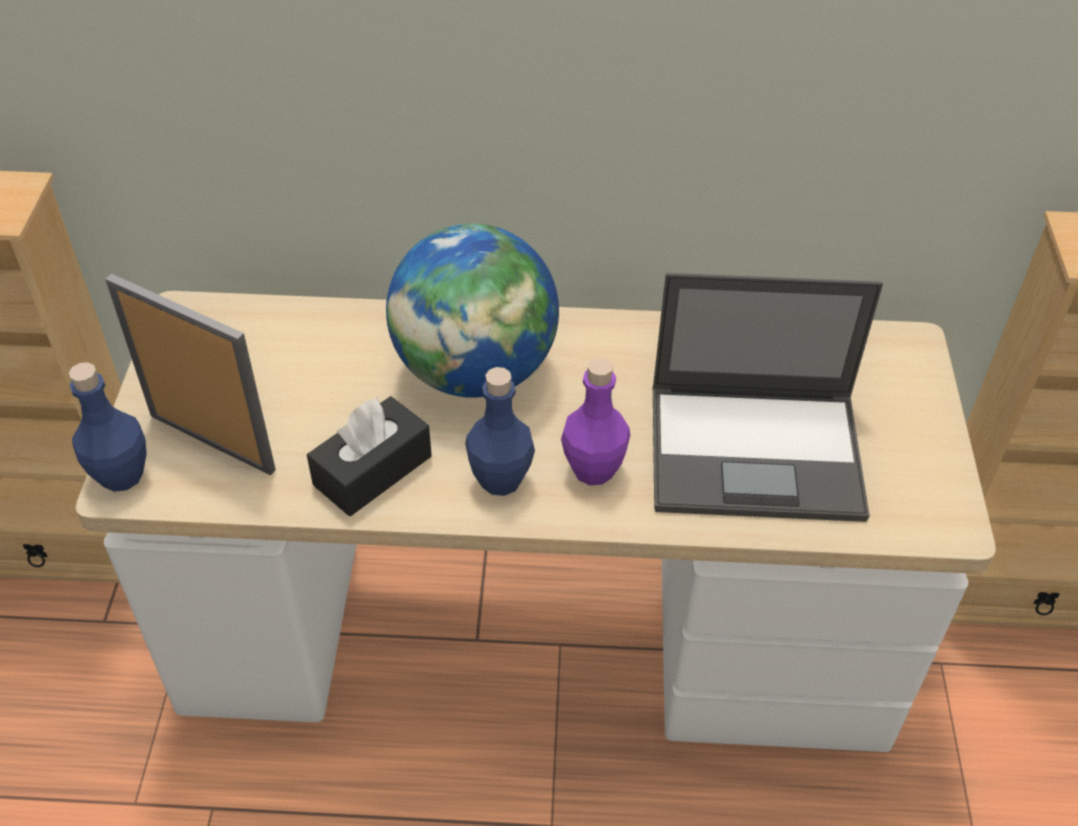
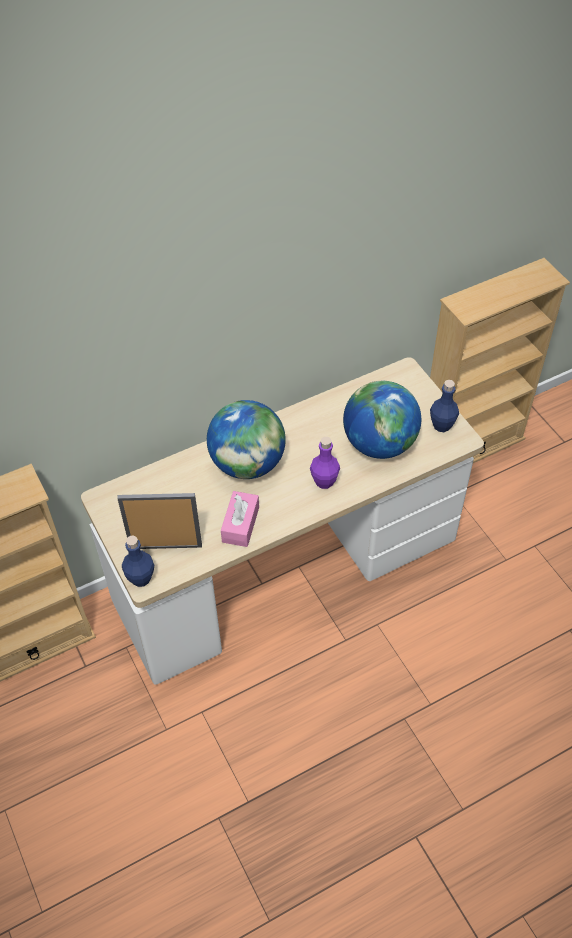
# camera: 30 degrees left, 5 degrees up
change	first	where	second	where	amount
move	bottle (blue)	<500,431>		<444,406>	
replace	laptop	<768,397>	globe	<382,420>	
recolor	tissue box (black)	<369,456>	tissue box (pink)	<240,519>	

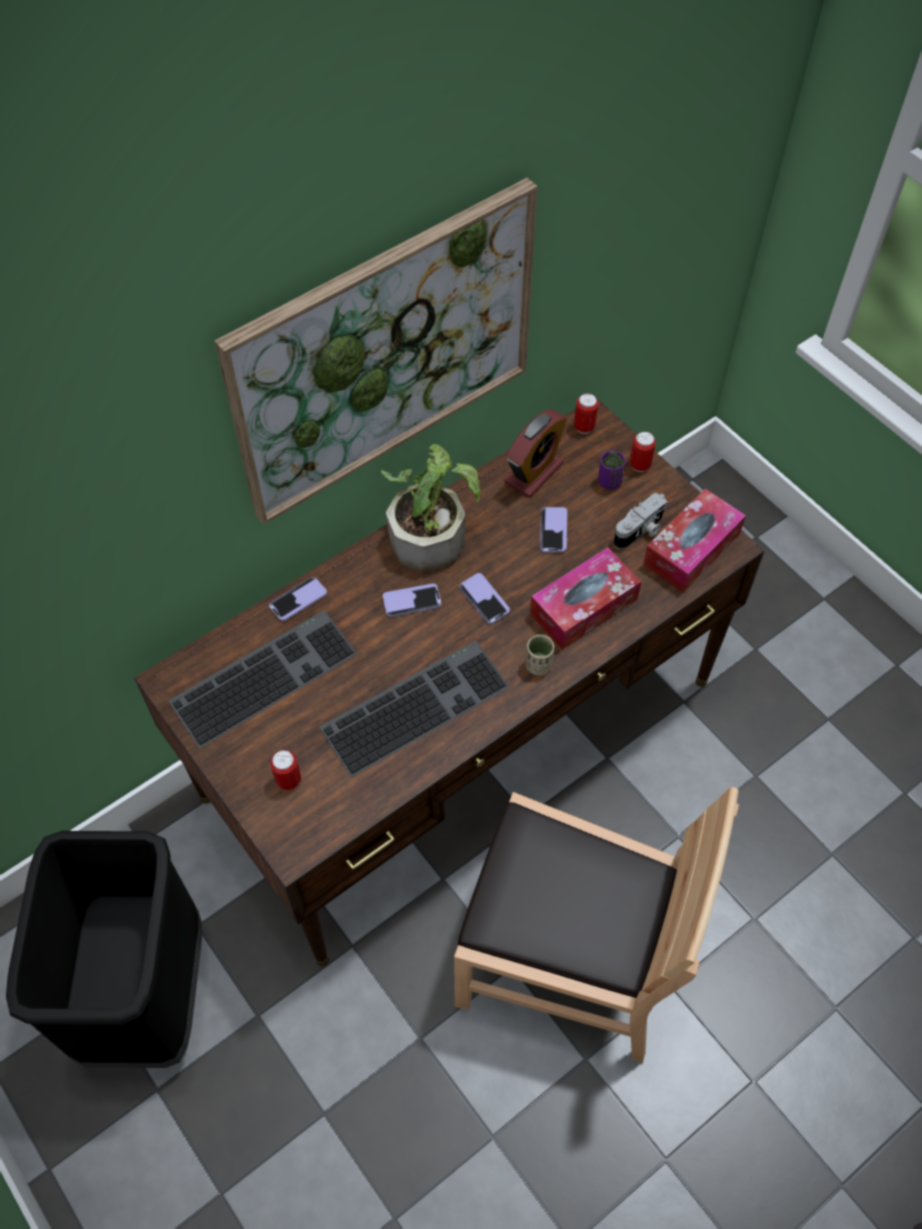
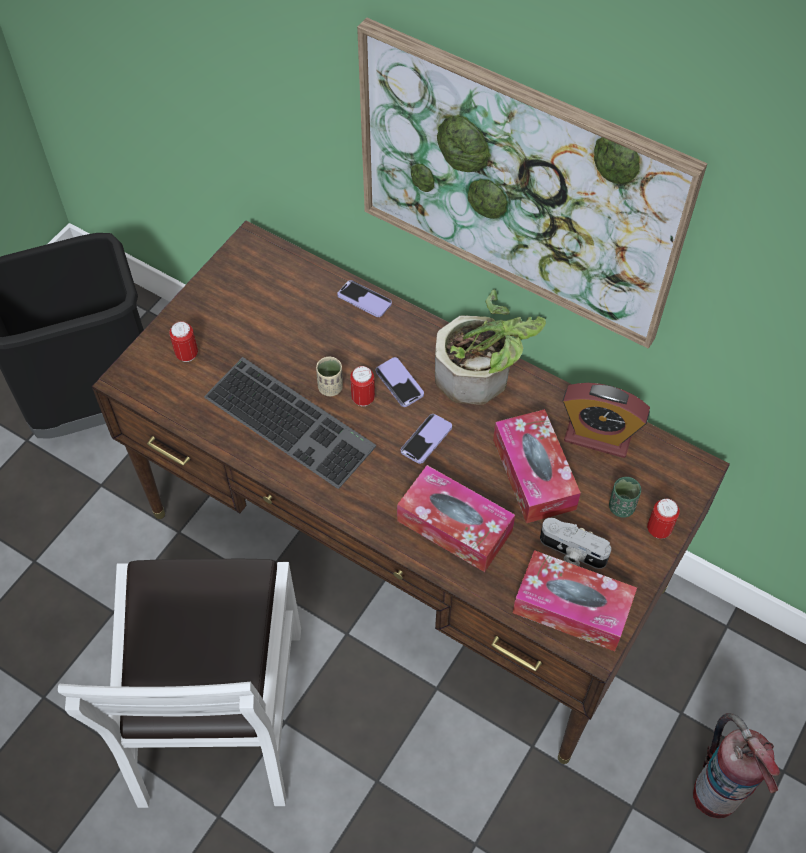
# camera: 70 degrees right, 0 degrees up
change	first	where	second	where	amount
delete	keyboard	<262,679>			
insert			fire extinguisher	<736,765>	
move	cup (beige)	<540,655>		<329,376>	
move	can	<586,413>		<362,386>	
replace	phone	<553,530>	tissue box	<537,466>	
recolor	chair (brown)	<596,925>	chair (white)	<179,683>	
recolor	cup (purple)	<611,470>	cup (green)	<625,497>	

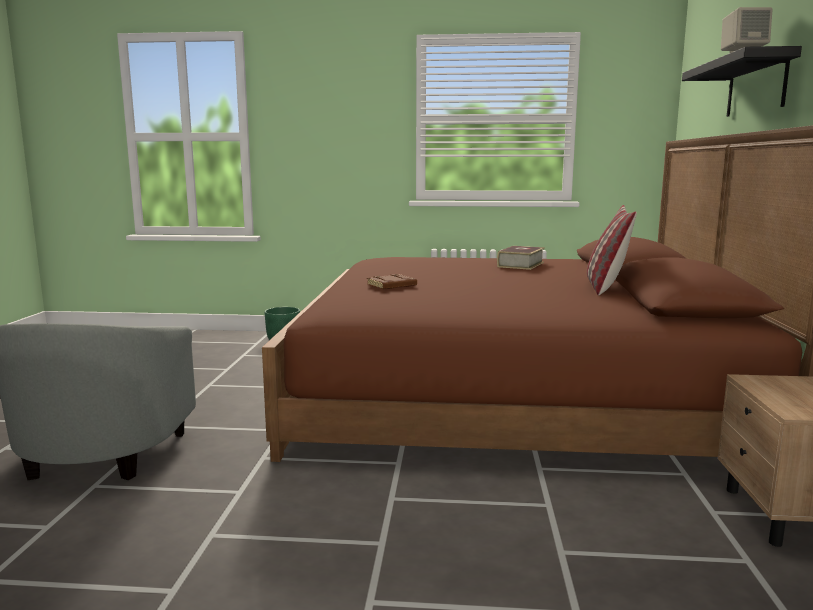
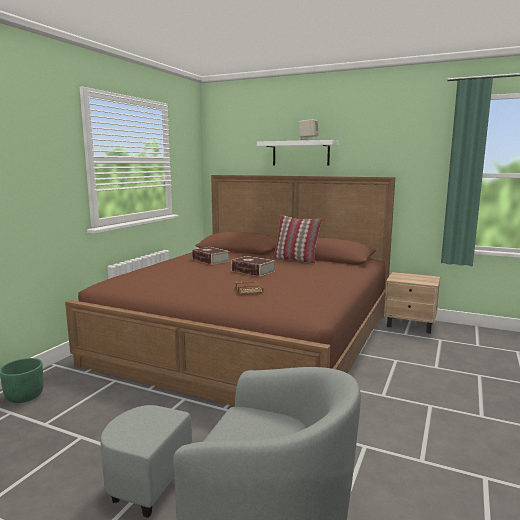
# camera: 70 degrees left, 0 degrees up
change	first	where	second	where	amount
insert			book	<253,266>	
recolor	shelf (black)	<742,81>	shelf (white)	<298,153>	

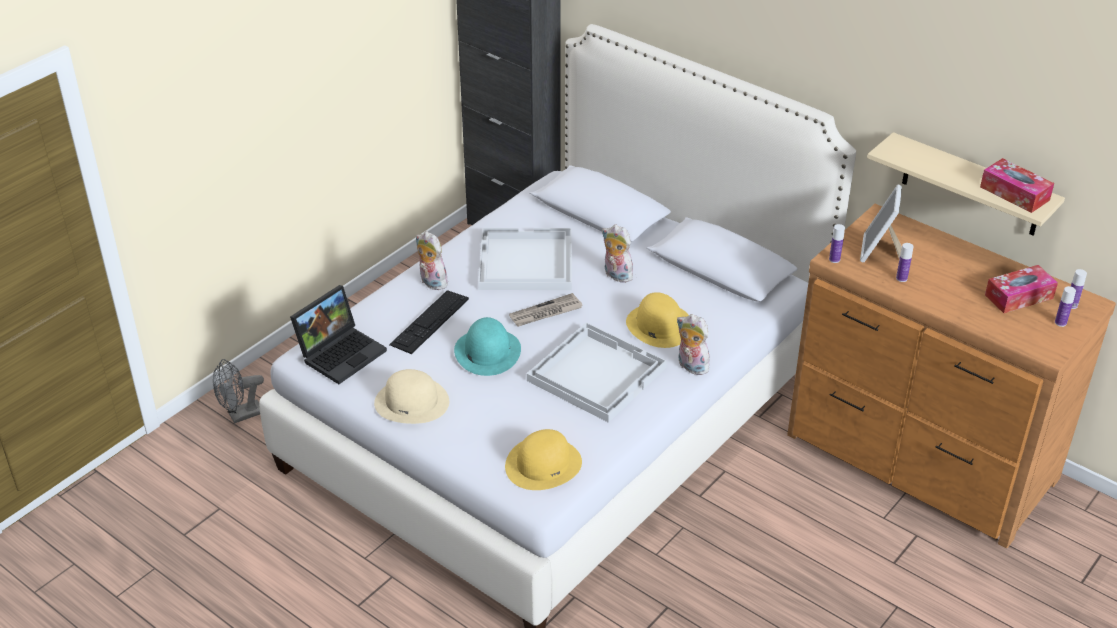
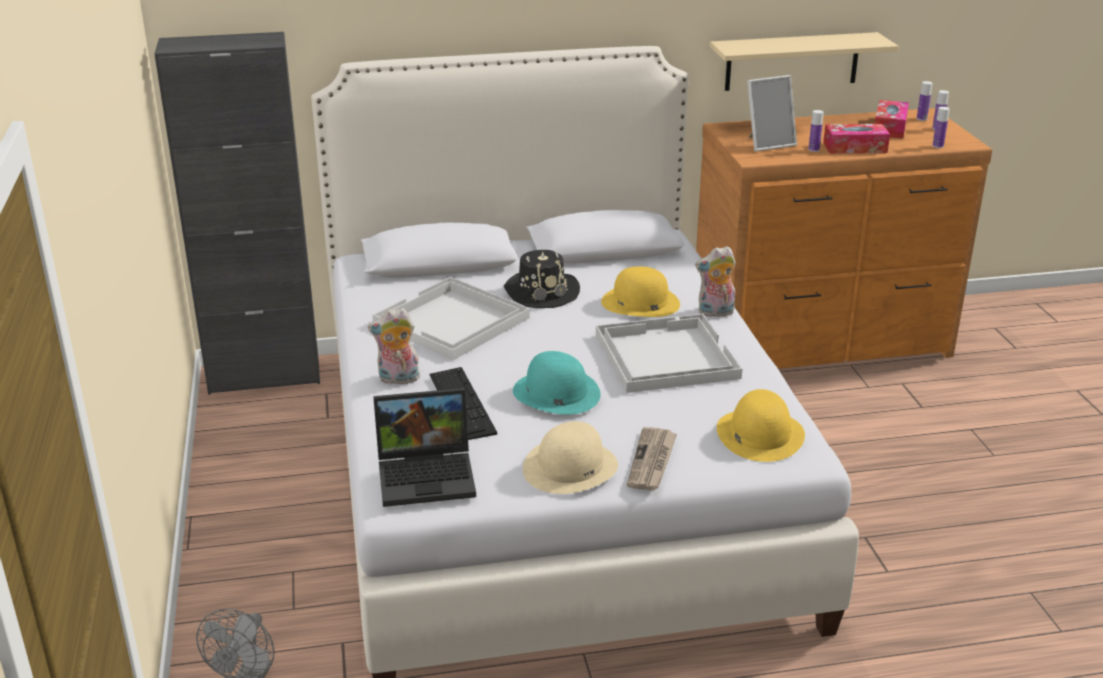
# camera: 50 degrees left, 10 degrees down
change	first	where	second	where	amount
move	newspaper	<546,309>		<652,458>	
move	bottle	<837,243>		<941,127>	
move	tissue box	<1017,185>		<856,139>	
replace	plush toy	<617,254>	hat (black)	<542,279>	
rotate	laptop	<338,334>		<424,447>	90 degrees clockwise
rotate	picture frame	<881,223>		<772,113>	75 degrees counterclockwise

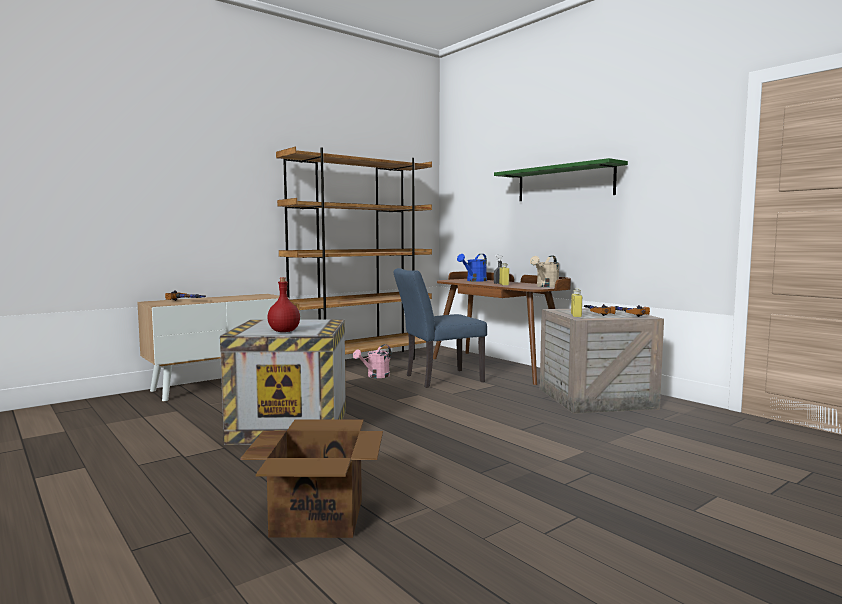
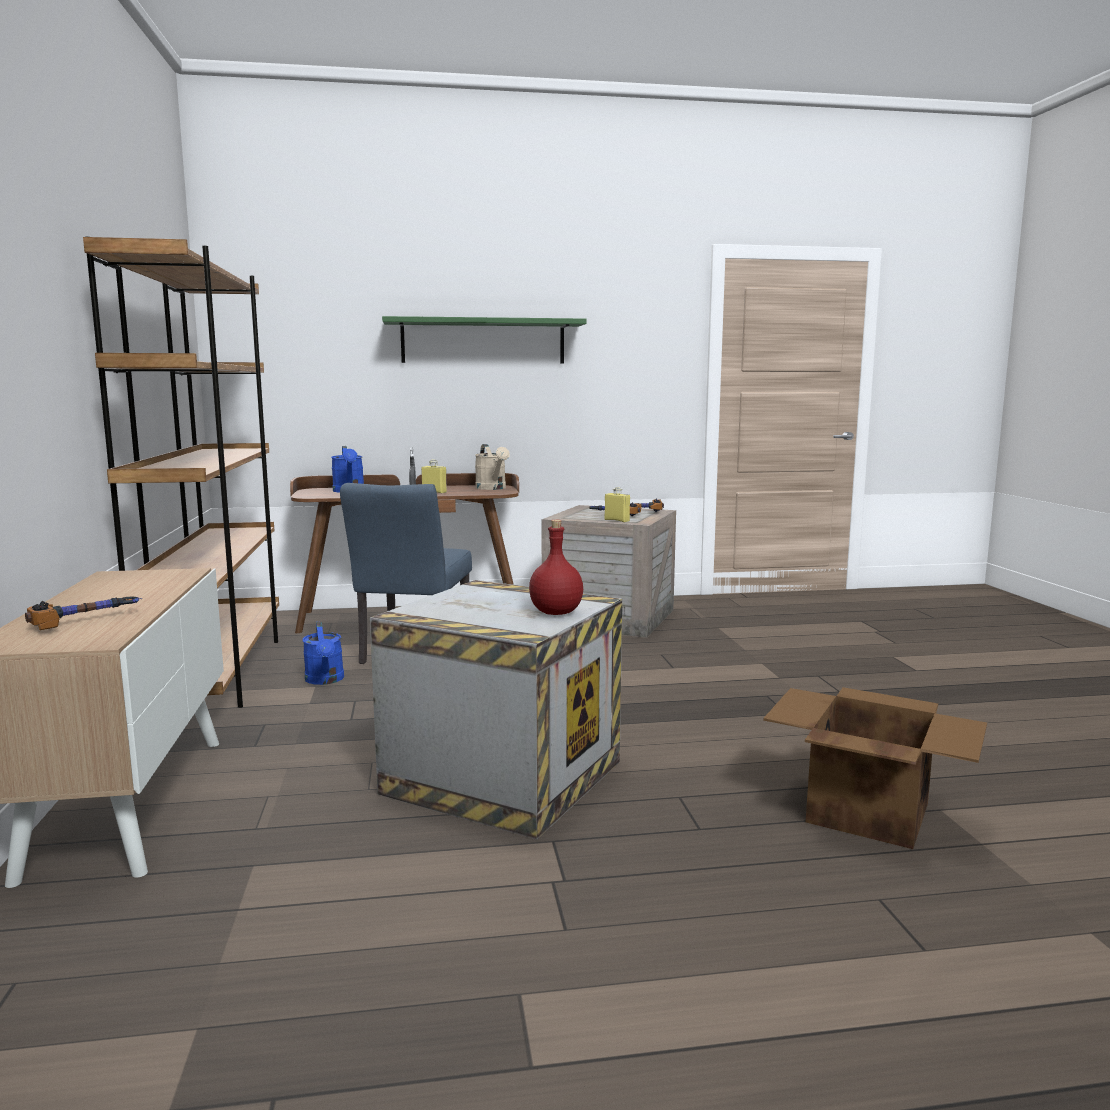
# camera: 60 degrees left, 5 degrees up
change	first	where	second	where	amount
recolor	watering can (pink)	<372,361>	watering can (blue)	<323,653>	

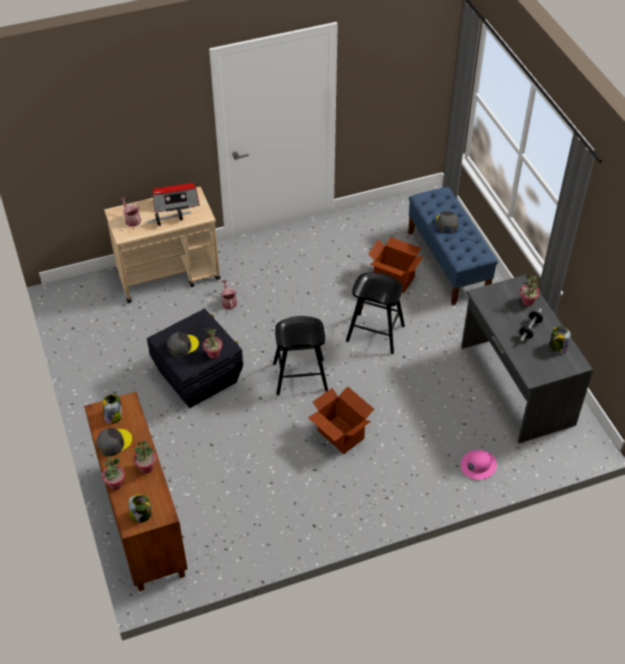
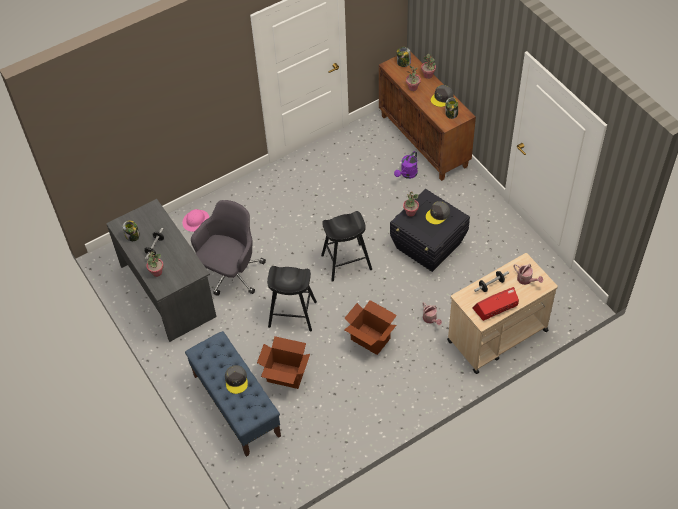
# camera: 170 degrees right, 5 degrees up
change	first	where	second	where	amount
insert			office chair (grey)	<228,248>	
insert			watering can (purple)	<406,165>	
move	cardboard box	<341,420>		<370,327>	

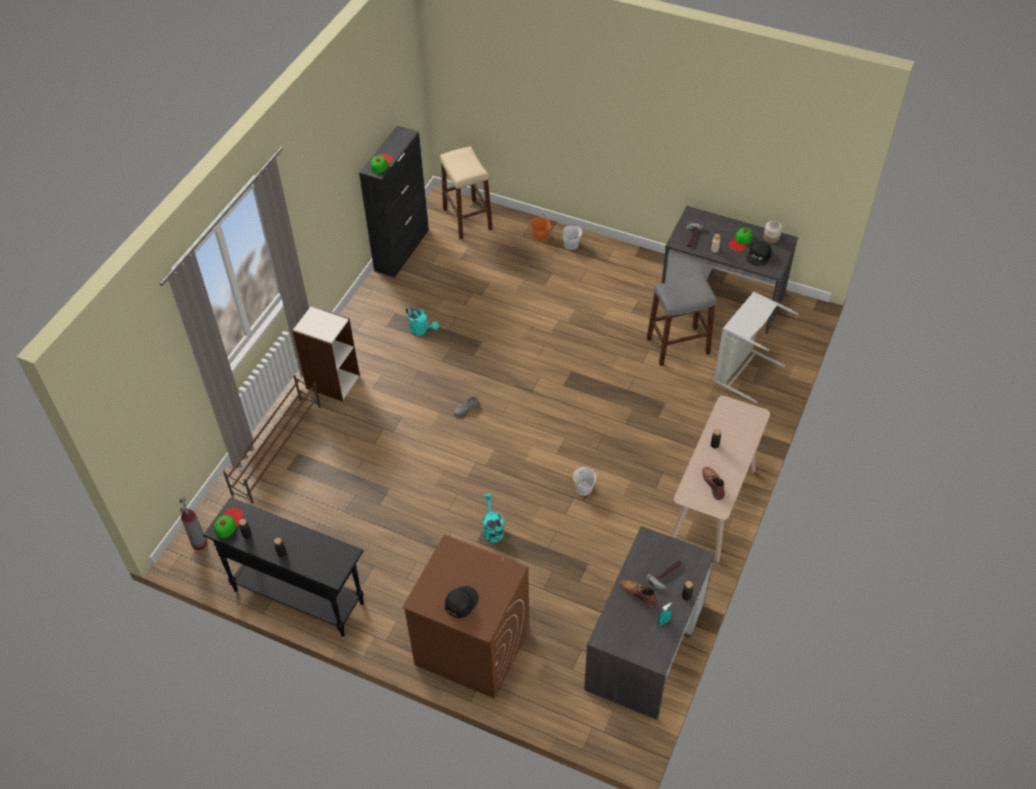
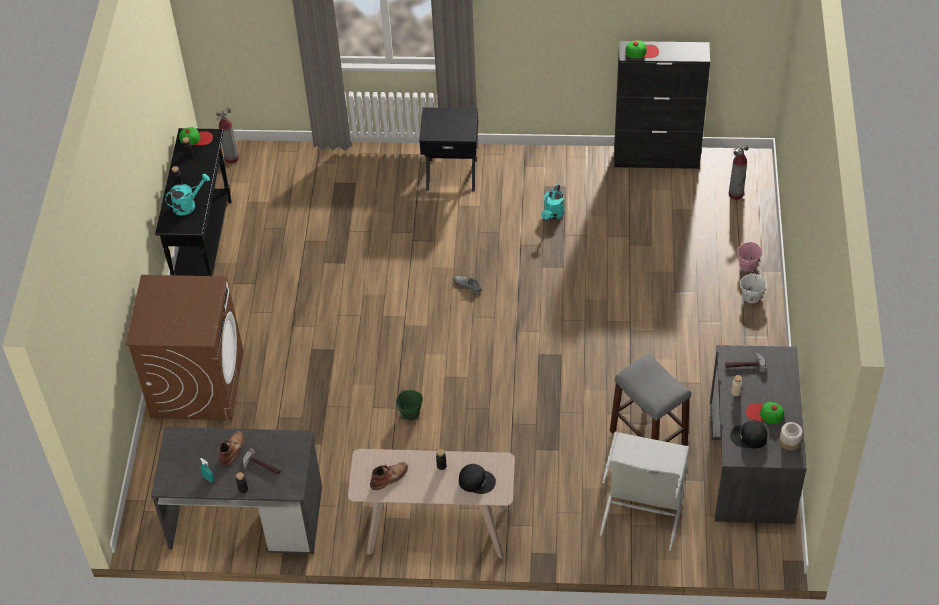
# camera: 70 degrees right, 0 degrees up
change	first	where	second	where	amount
delete	shoe rack (brown)	<272,439>			
move	cap (black)	<462,602>		<477,479>	
move	watering can (turquoise)	<493,518>		<187,195>	
replace	bookcase	<326,353>	nightstand (black)	<448,149>	
replace	stool (beige)	<466,192>	fire extinguisher	<739,172>	
recolor	bucket (orange)	<541,228>	bucket (pink)	<750,257>	
recolor	bucket (white)	<584,481>	bucket (green)	<409,405>	

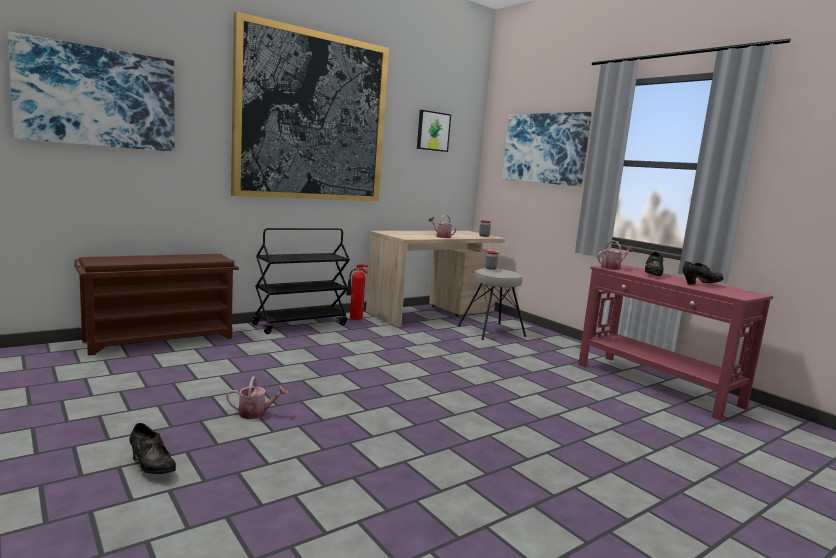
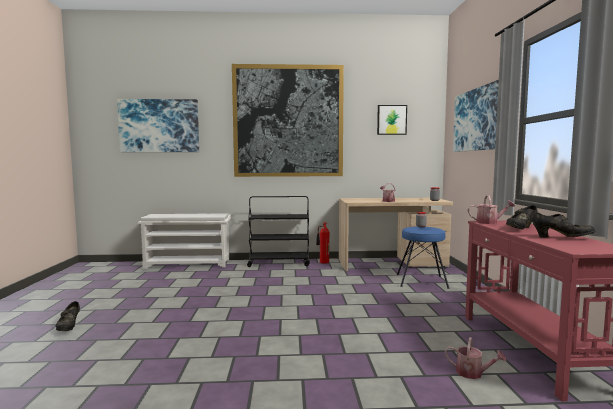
# camera: 35 degrees right, 5 degrees down
change	first	where	second	where	amount
move	watering can	<257,397>		<476,358>	
recolor	shoe rack (brown)	<156,304>	shoe rack (white)	<184,241>	
recolor	stool (beige)	<492,304>	stool (blue)	<423,257>	

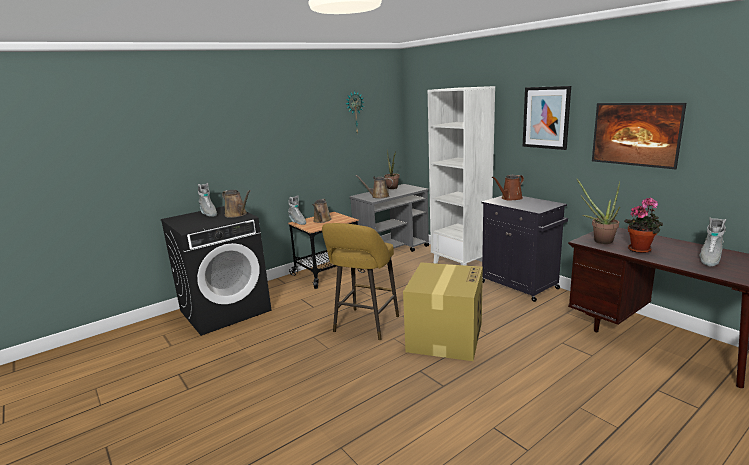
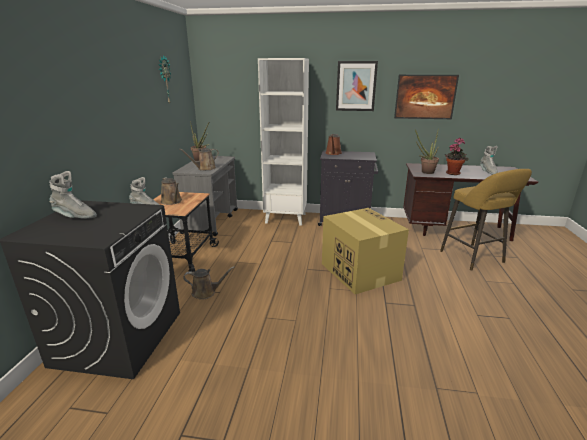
# camera: 45 degrees left, 5 degrees up
change	first	where	second	where	amount
move	watering can (brown)	<236,204>		<209,283>	
move	stool (yellow)	<360,281>		<486,219>	

